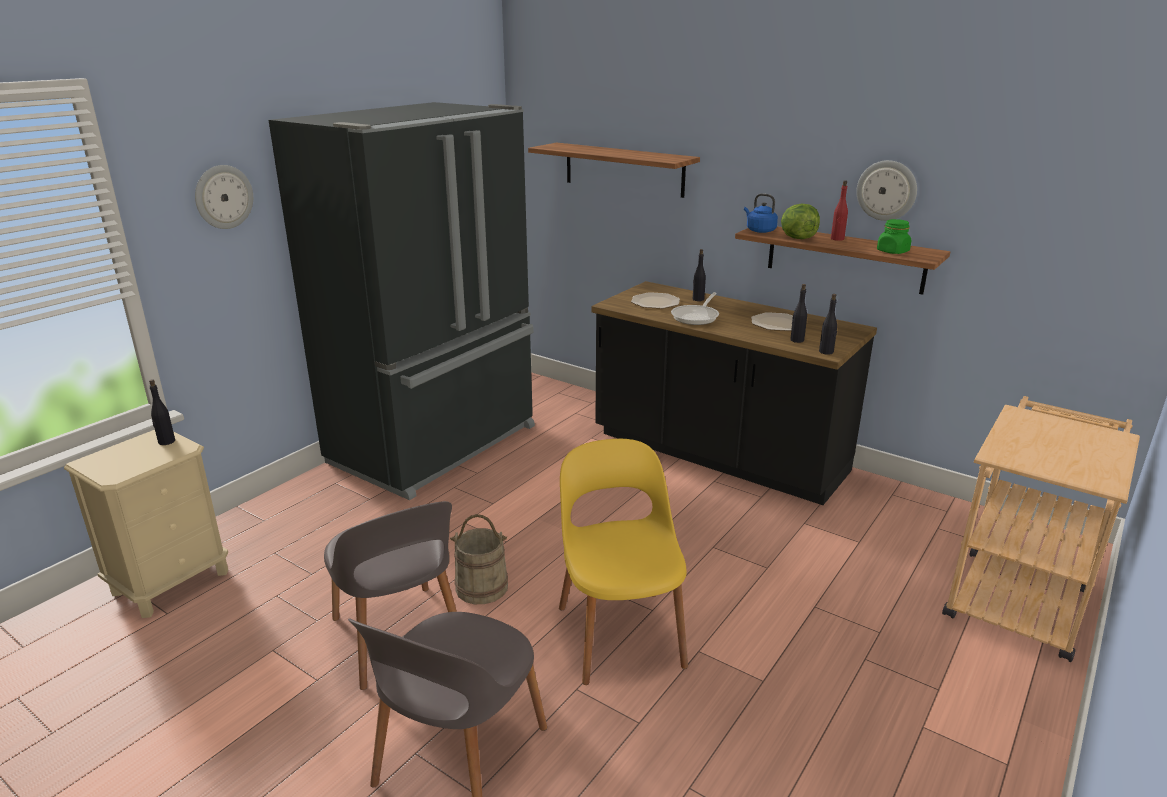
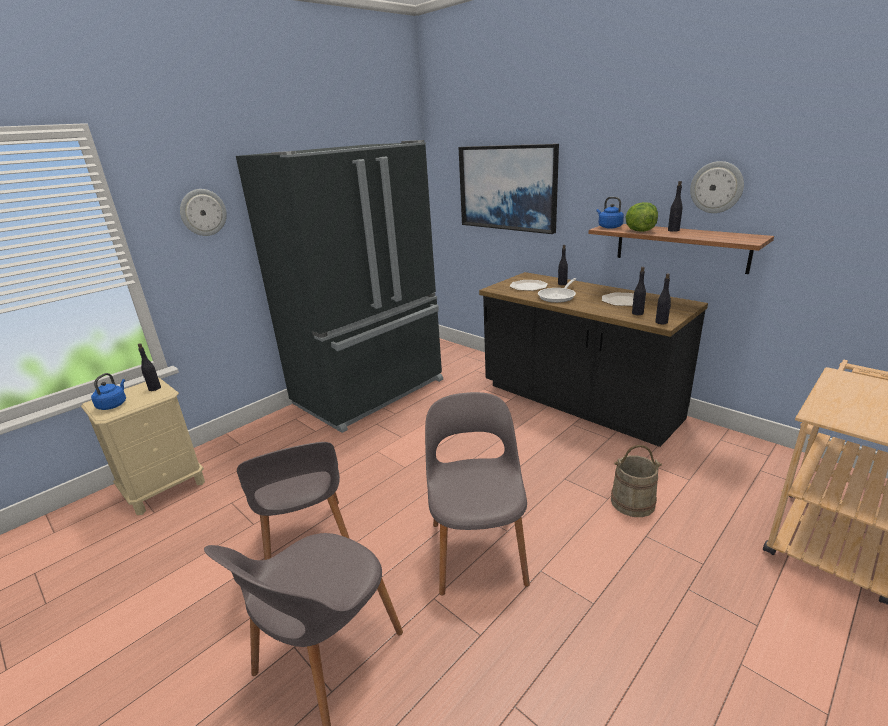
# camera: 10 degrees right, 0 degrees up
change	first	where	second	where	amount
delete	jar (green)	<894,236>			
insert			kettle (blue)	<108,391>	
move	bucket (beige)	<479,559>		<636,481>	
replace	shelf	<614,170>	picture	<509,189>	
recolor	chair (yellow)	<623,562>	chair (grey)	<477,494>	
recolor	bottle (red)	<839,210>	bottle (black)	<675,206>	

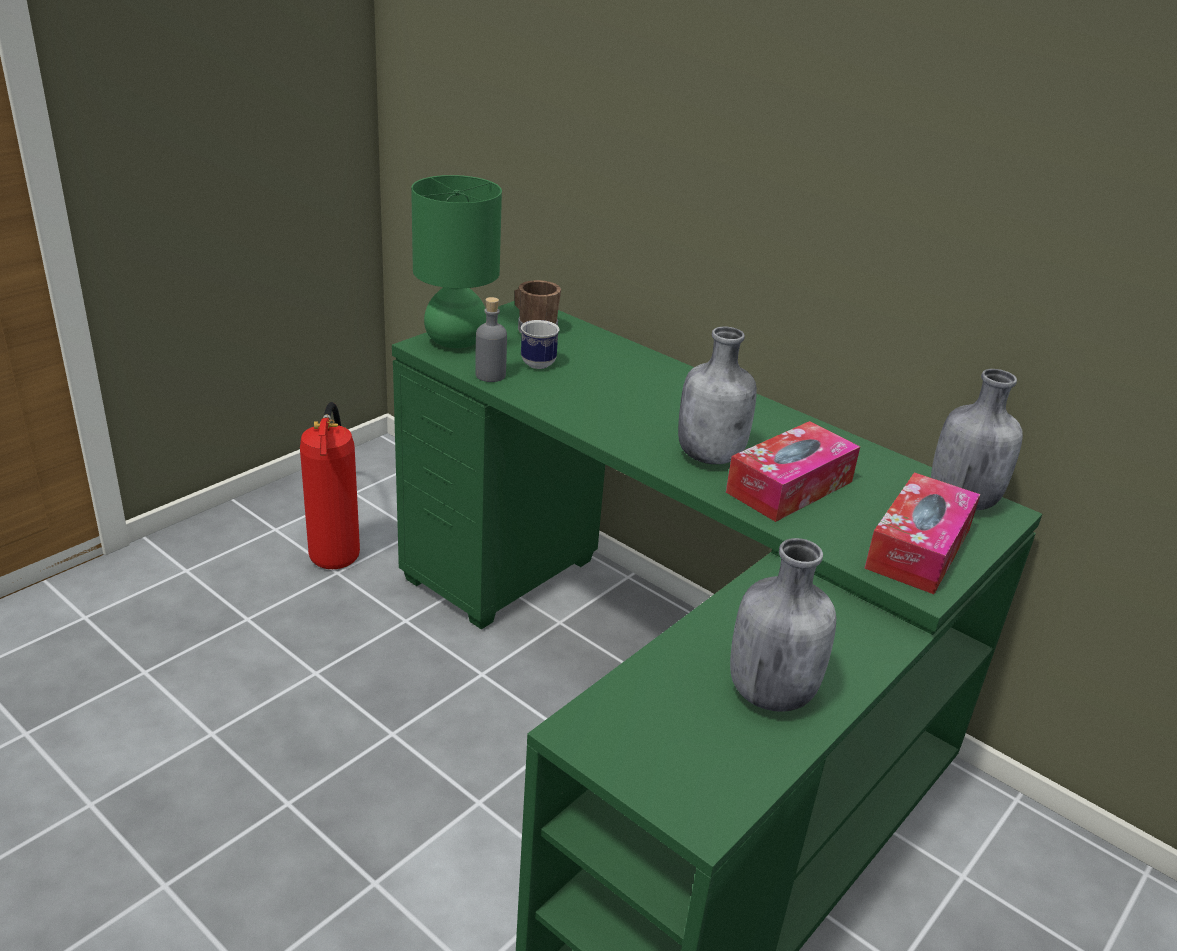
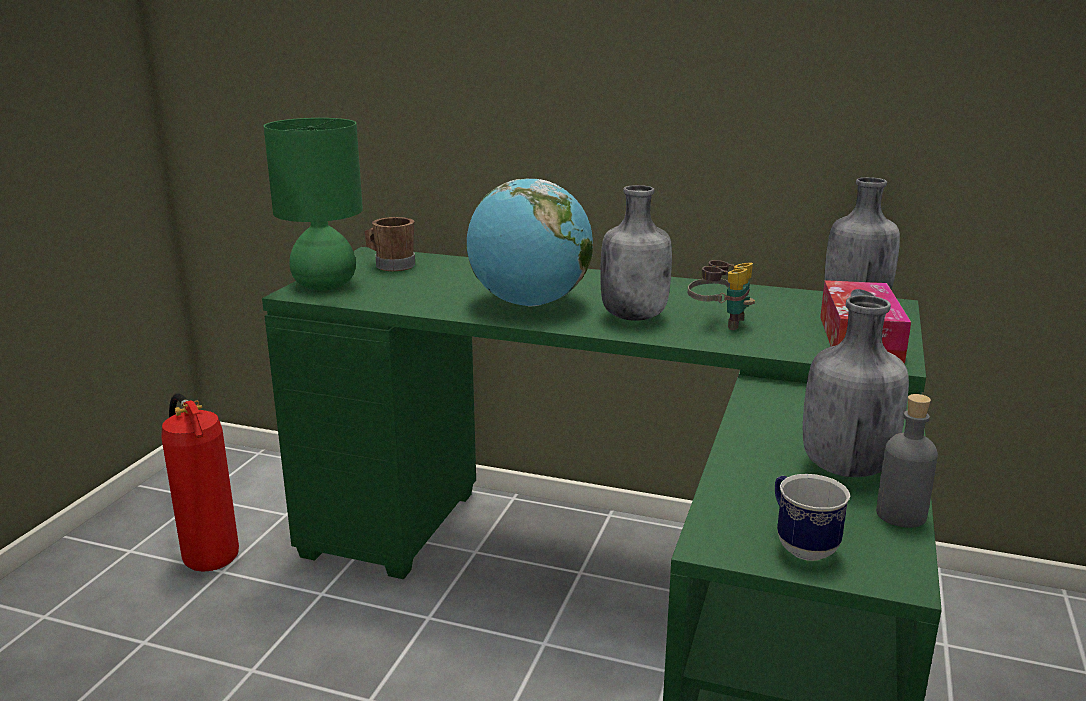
# camera: 20 degrees left, 10 degrees down
change	first	where	second	where	amount
insert			globe	<529,242>	
move	bottle (grey)	<491,339>		<907,461>	
move	mug	<540,344>		<812,517>	
replace	tissue box	<793,471>	binoculars	<721,295>	

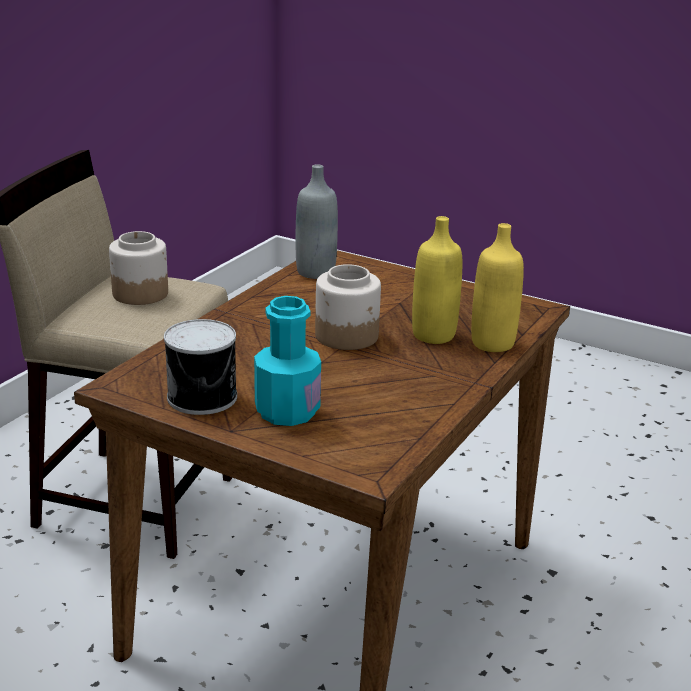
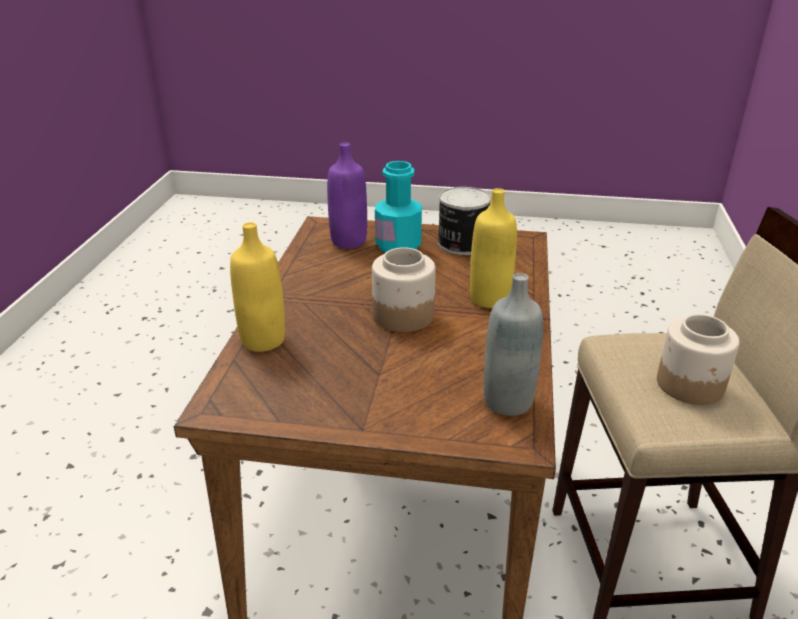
# camera: 160 degrees right, 5 degrees up
change	first	where	second	where	amount
insert			bottle (purple)	<347,195>	
move	bottle (yellow)	<437,280>		<493,248>	

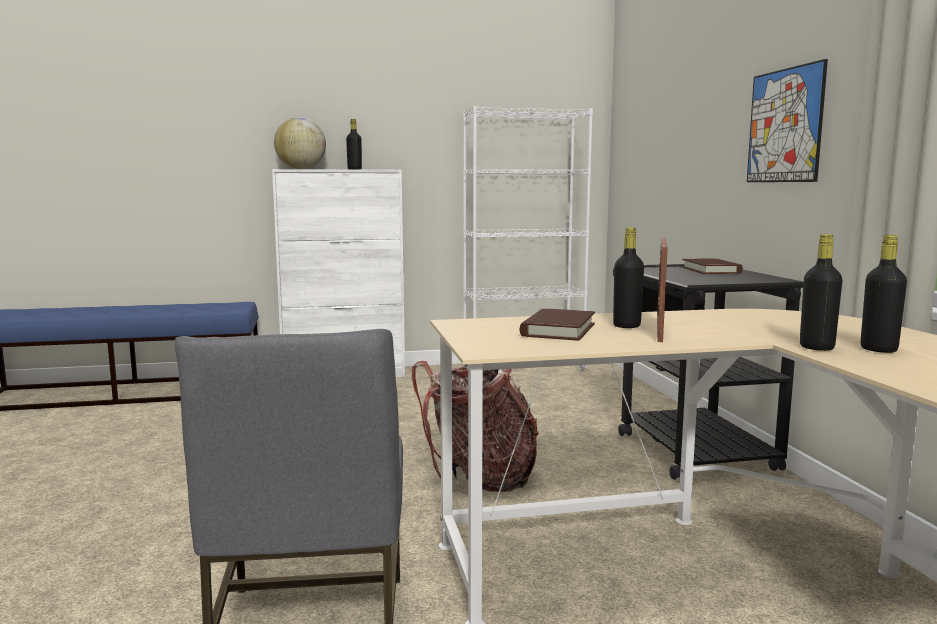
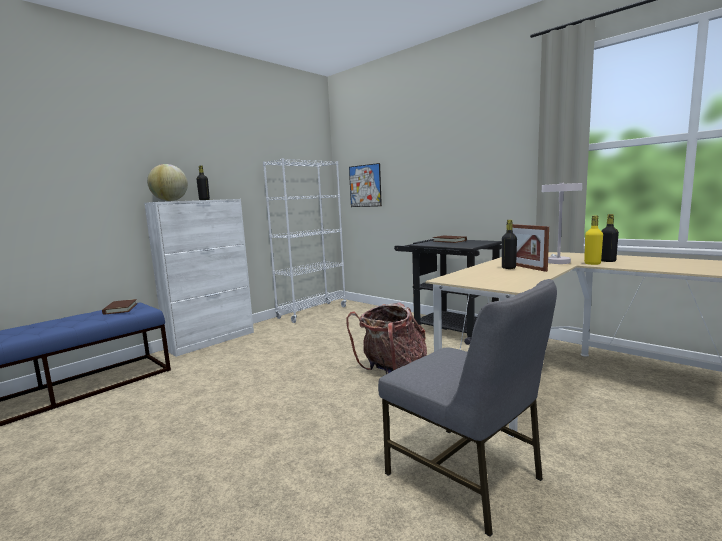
# camera: 35 degrees left, 0 degrees up
change	first	where	second	where	amount
insert			table lamp (white)	<562,223>	
move	book (brown)	<557,325>		<119,307>	
move	picture	<787,120>		<365,185>	
recolor	bottle (black)	<821,292>	bottle (yellow)	<593,240>	

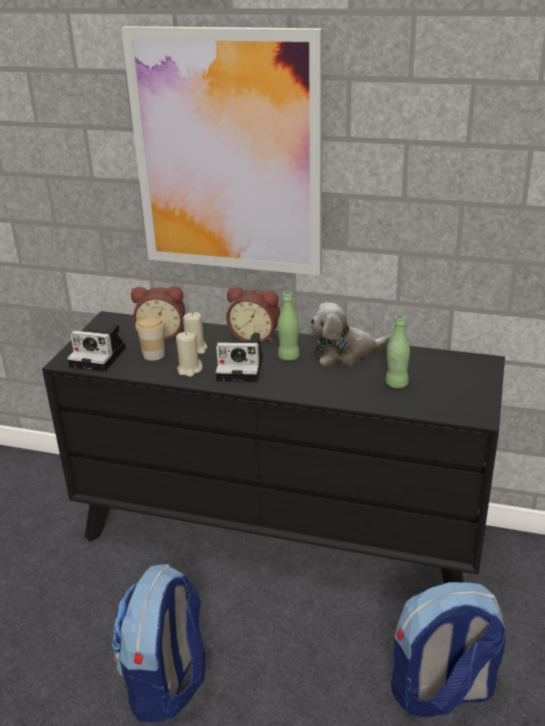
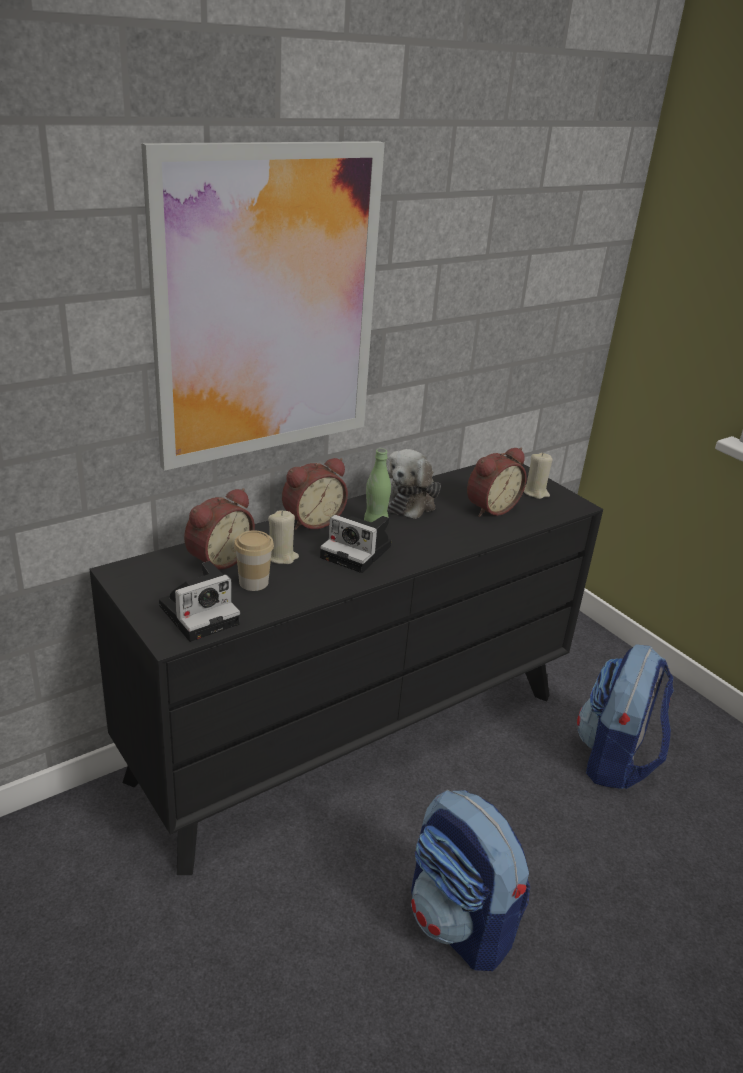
# camera: 55 degrees left, 0 degrees up
change	first	where	second	where	amount
move	candle (beige)	<189,354>		<538,475>	
replace	bottle (green)	<397,351>	alarm clock	<497,482>	
rotate	photo camera	<239,357>		<355,544>	75 degrees clockwise

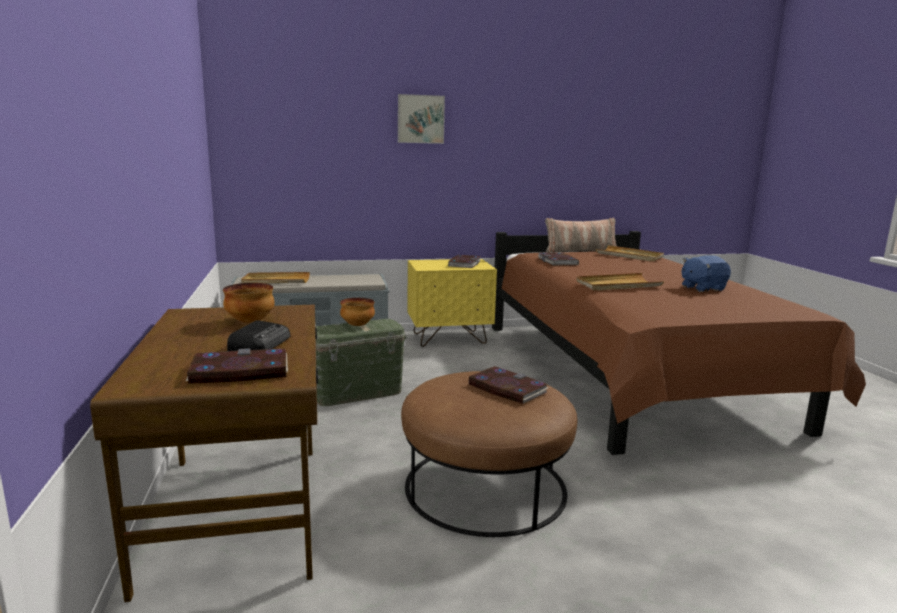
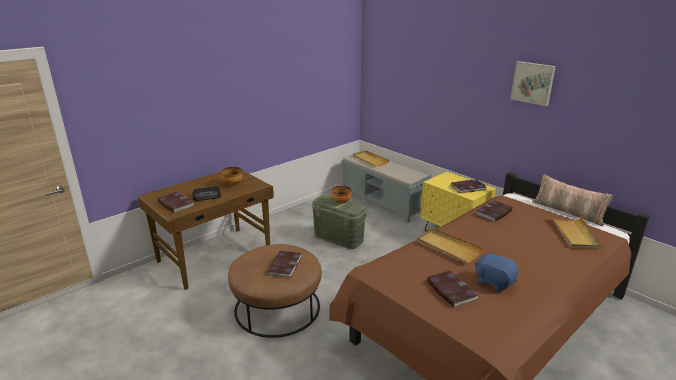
# camera: 60 degrees right, 10 degrees up
change	first	where	second	where	amount
insert			book	<452,289>	
move	picture	<421,119>		<533,83>	

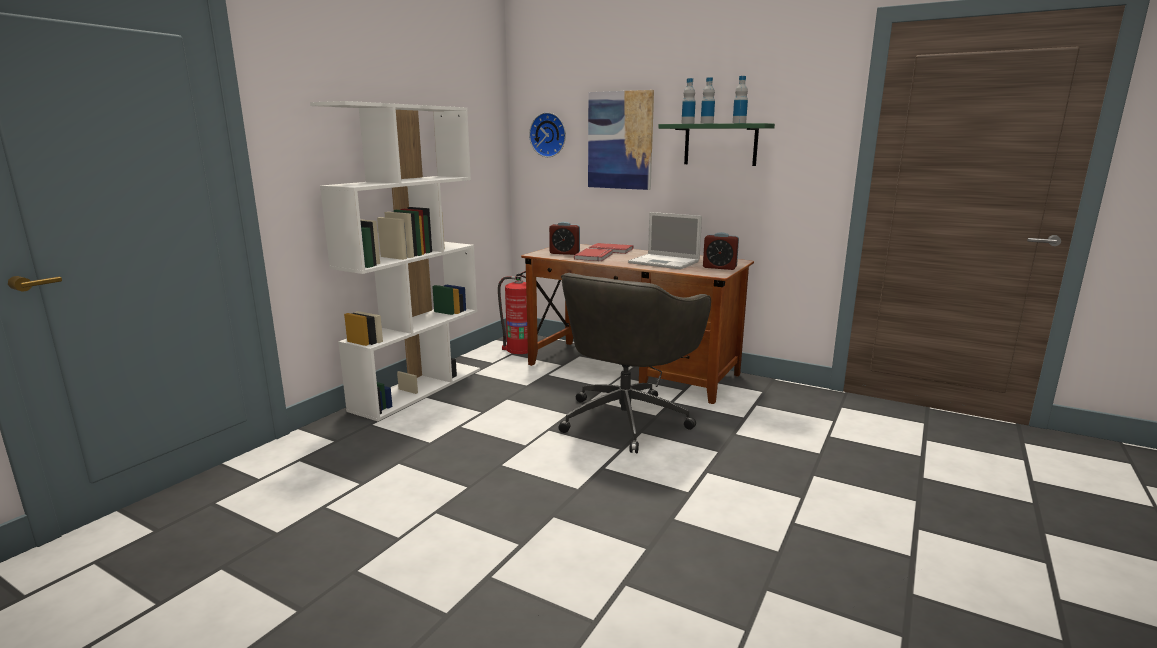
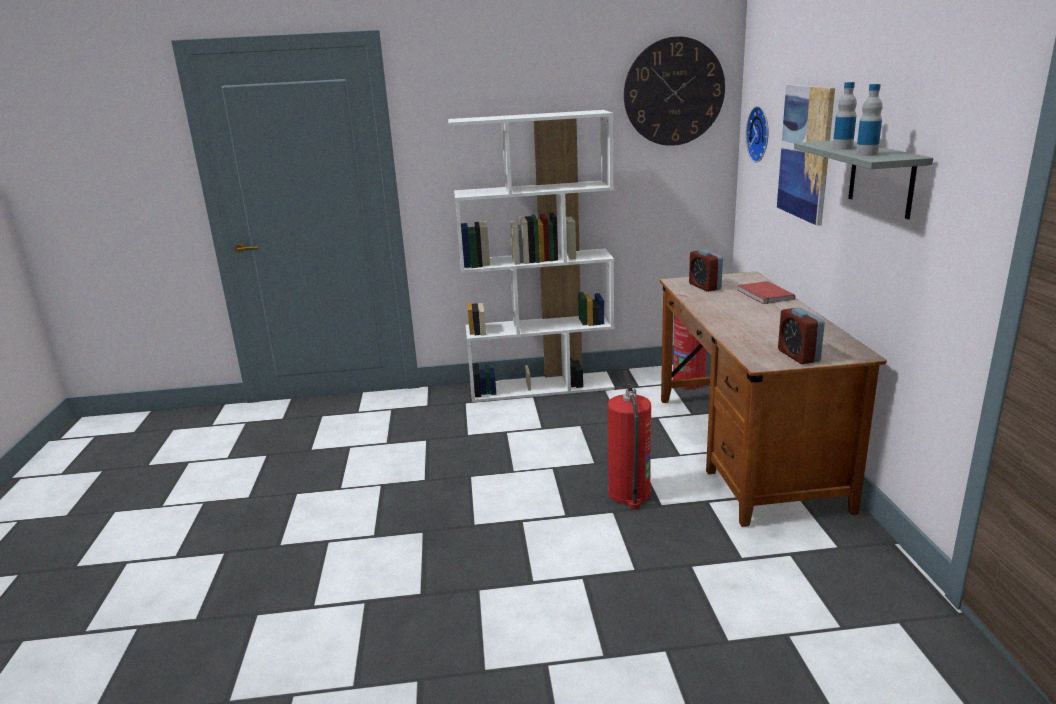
# camera: 55 degrees right, 5 degrees up
change	first	where	second	where	amount
delete	book (red)	<593,254>			
delete	laptop	<665,240>			
delete	bottle	<688,101>			
insert			wall clock	<674,91>	
replace	office chair (grey)	<634,363>	fire extinguisher	<629,439>	
recolor	shelf (green)	<716,144>	shelf (grey)	<863,179>	

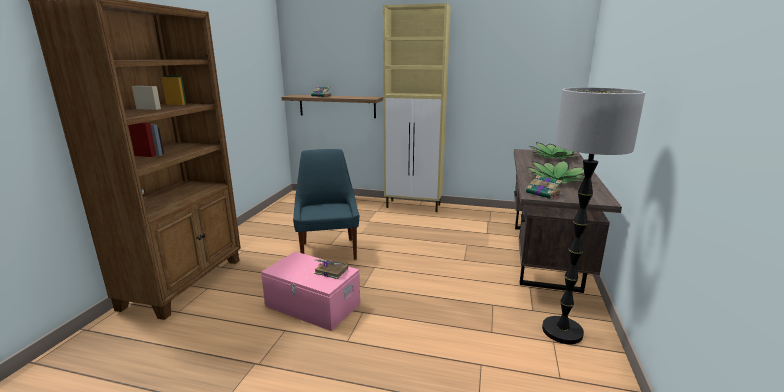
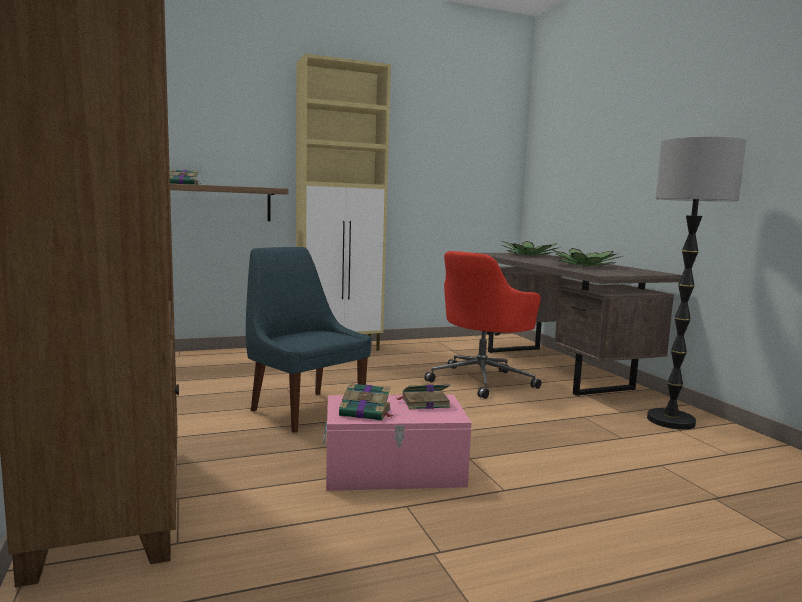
# camera: 35 degrees left, 10 degrees down
change	first	where	second	where	amount
insert			office chair (red)	<482,325>	
move	book	<544,187>		<366,402>	

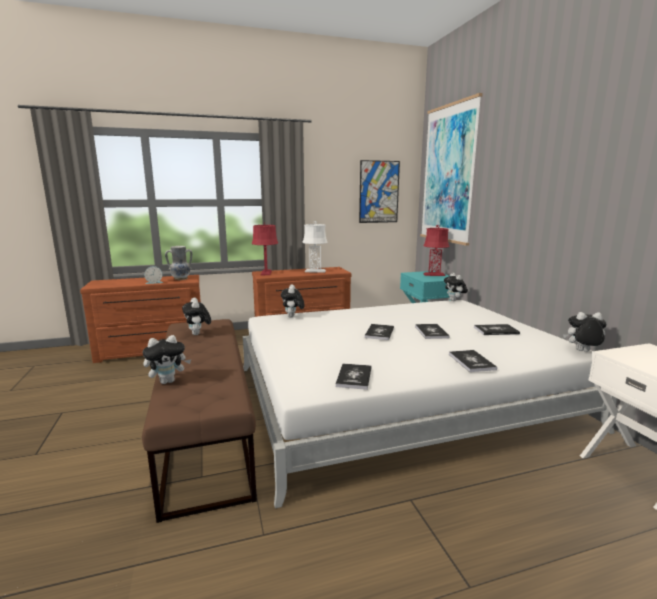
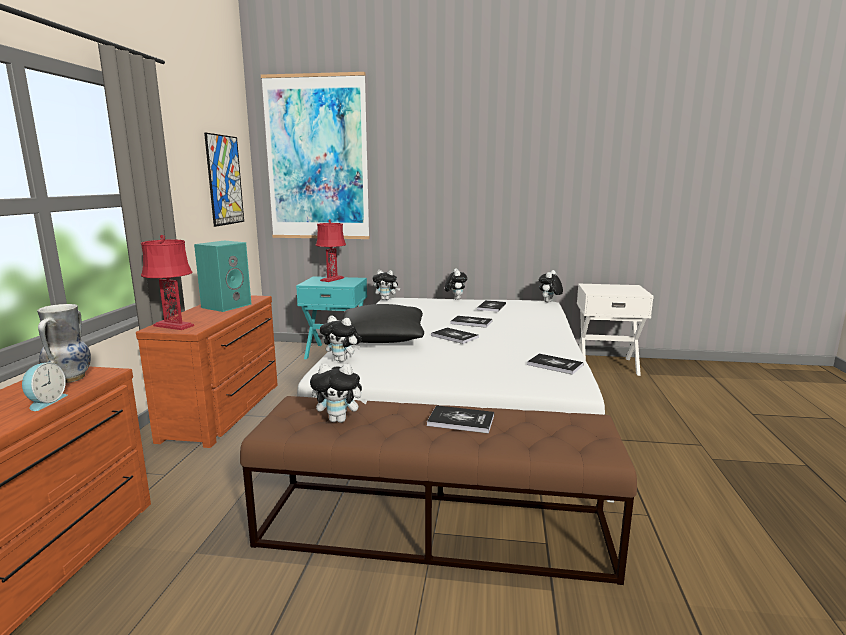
# camera: 65 degrees left, 0 degrees up
change	first	where	second	where	amount
insert			pillow (black)	<384,323>	
move	plush toy	<167,359>		<456,284>	
move	book	<473,361>		<460,419>	
replace	table lamp (white)	<315,247>	speaker (turquoise)	<223,276>	

